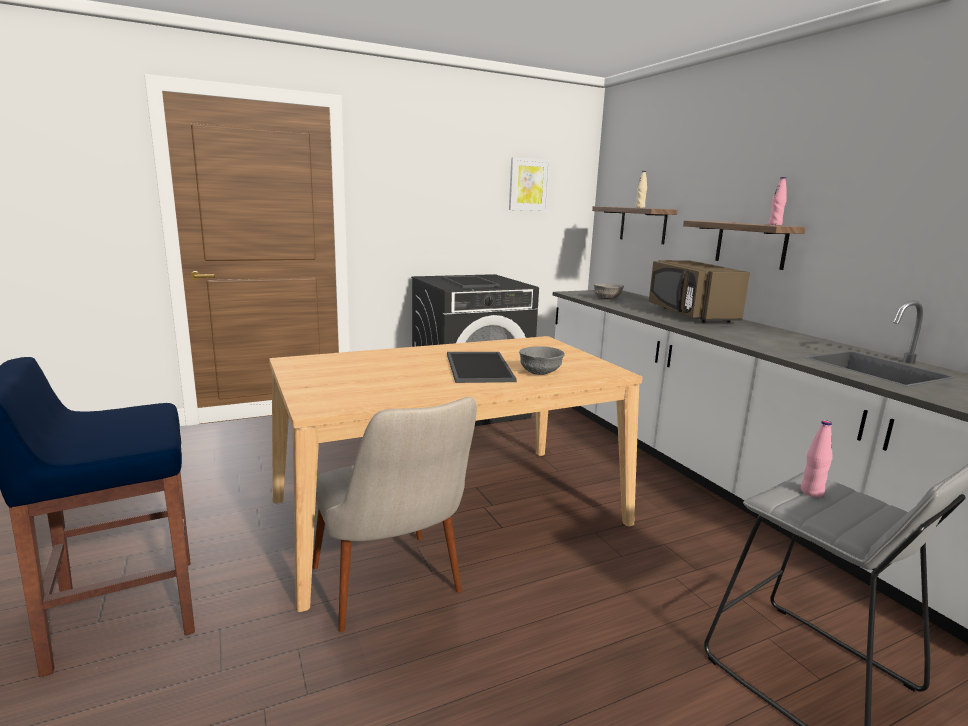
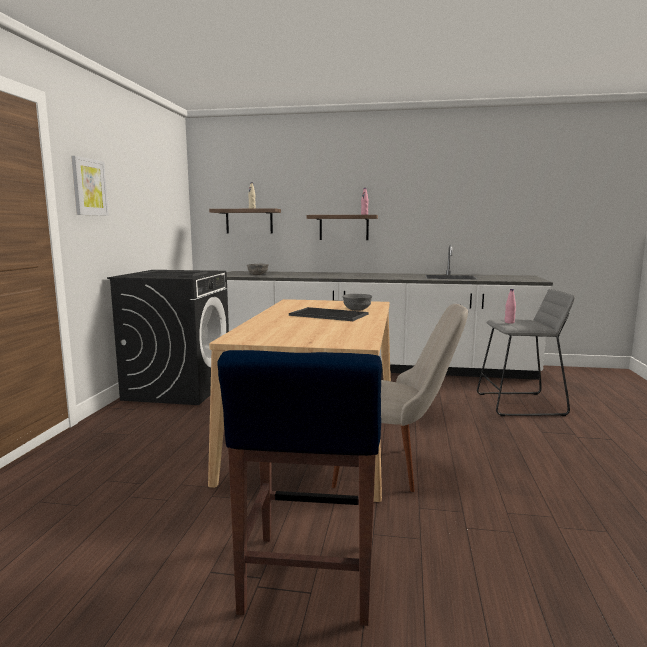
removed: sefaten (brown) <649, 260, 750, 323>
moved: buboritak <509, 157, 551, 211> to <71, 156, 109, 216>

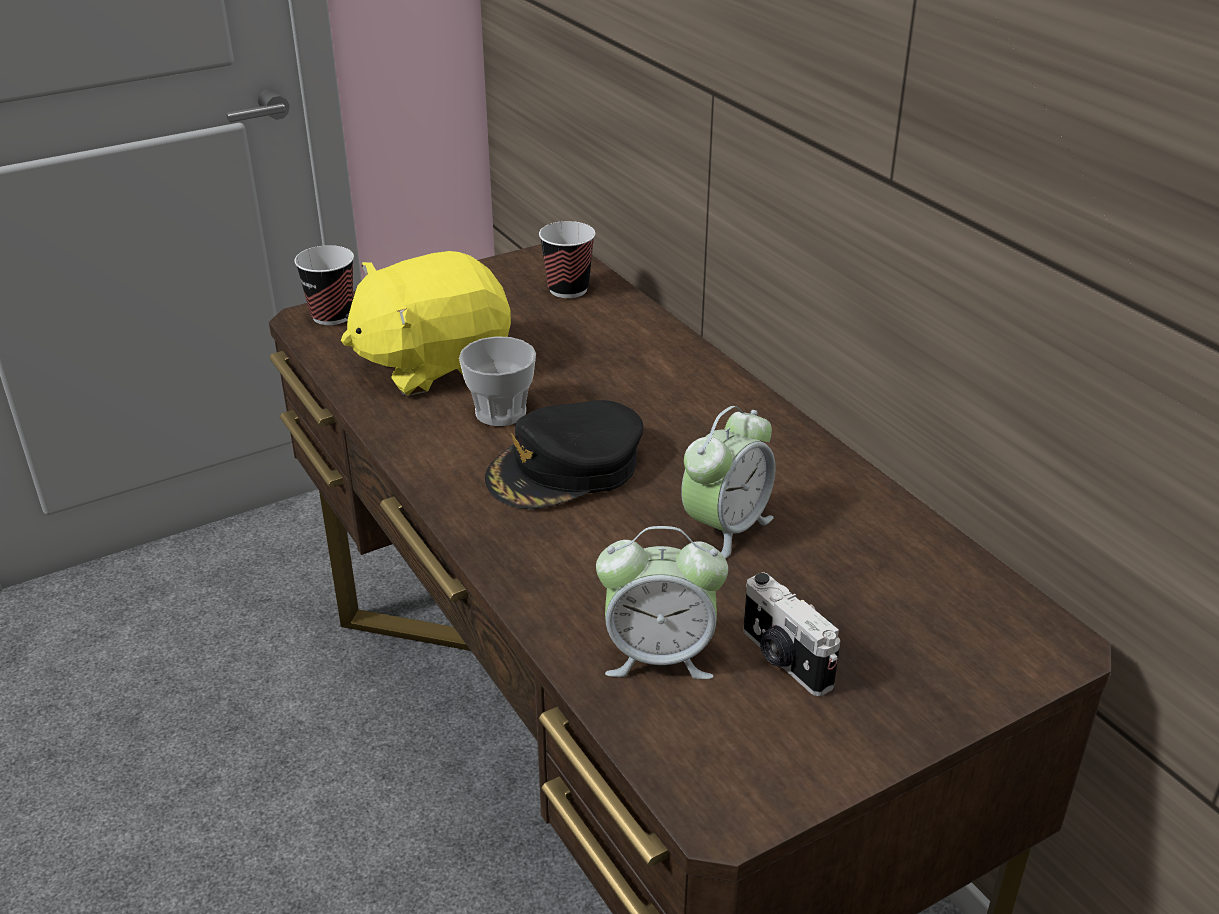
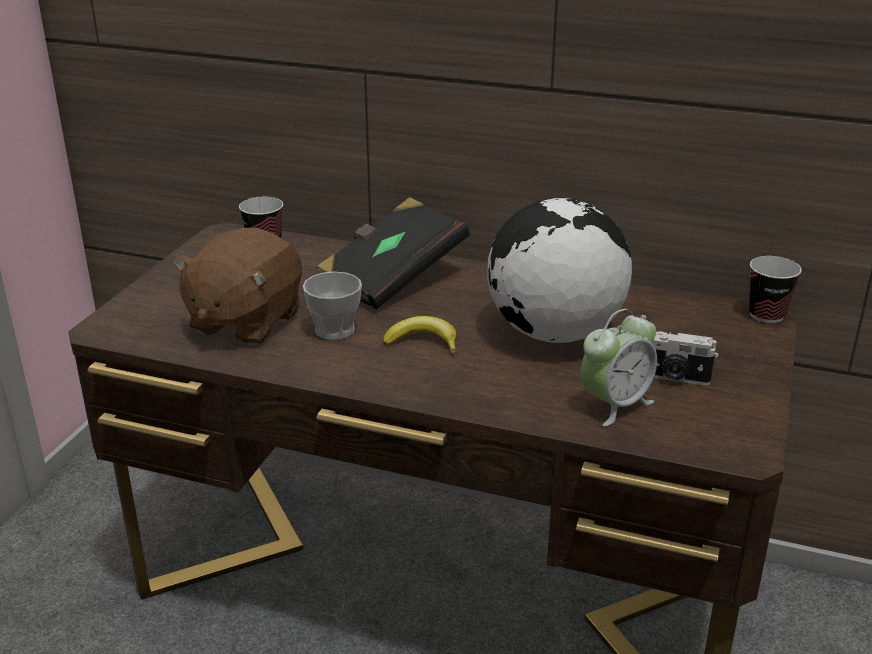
added: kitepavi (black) <316, 197, 470, 309>
moved: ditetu <294, 245, 354, 325> to <749, 256, 802, 323>
replaced: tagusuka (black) <485, 400, 643, 509> to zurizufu <383, 316, 456, 354>; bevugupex <681, 406, 775, 559> to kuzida <487, 198, 632, 343>
recoloured: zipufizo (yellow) <341, 251, 511, 396> to zipufizo (brown) <172, 228, 302, 346>

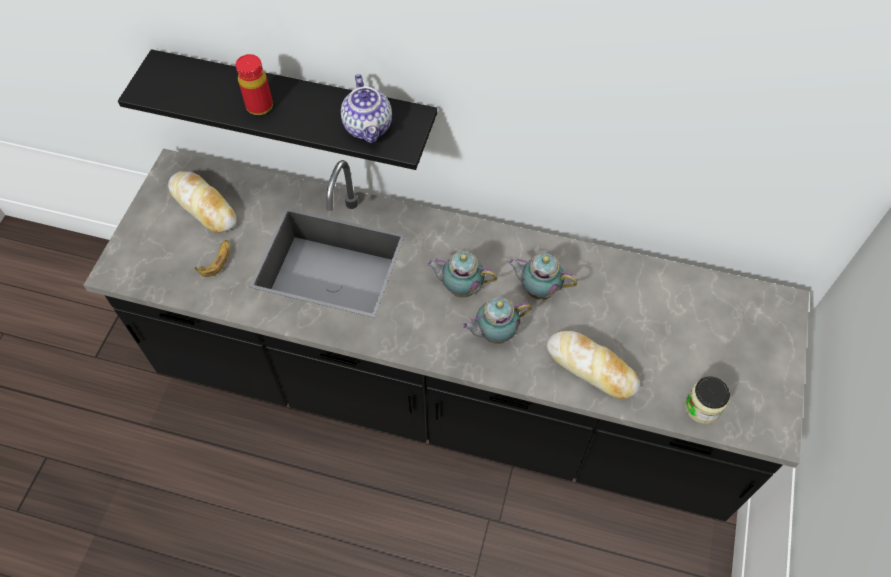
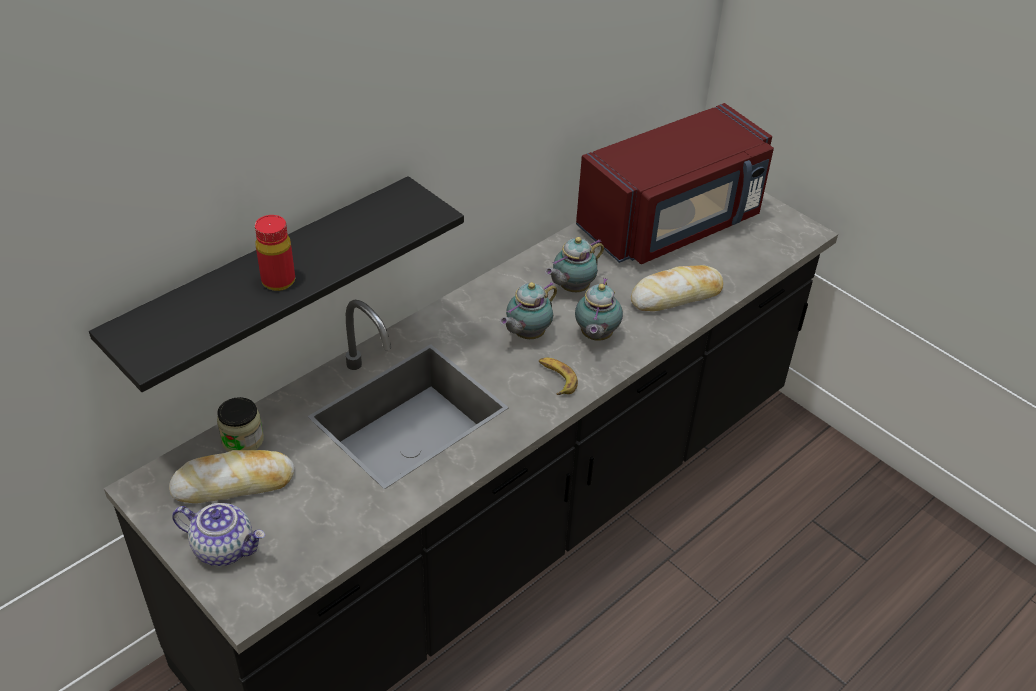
added: sefaten (red) <576, 103, 774, 264>
moved: zurizufu <195, 240, 229, 277> to <539, 358, 578, 395>; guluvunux <341, 74, 392, 143> to <172, 503, 265, 566>; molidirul <685, 376, 730, 424> to <217, 397, 264, 452>

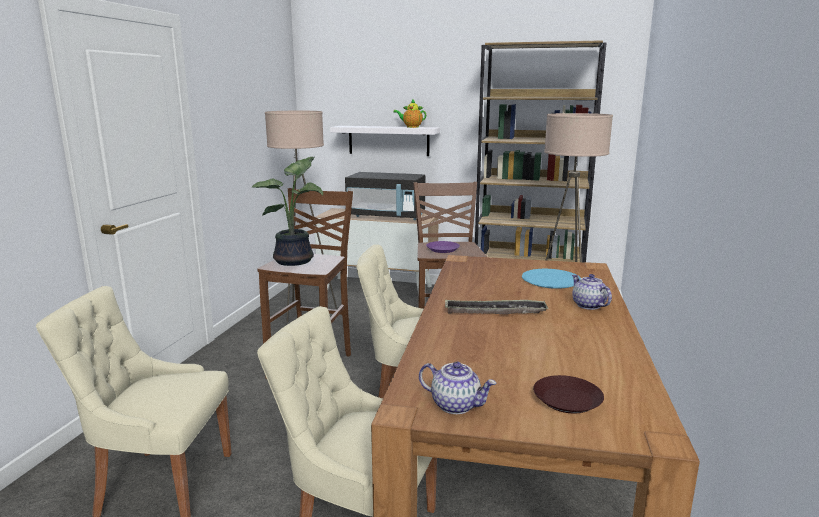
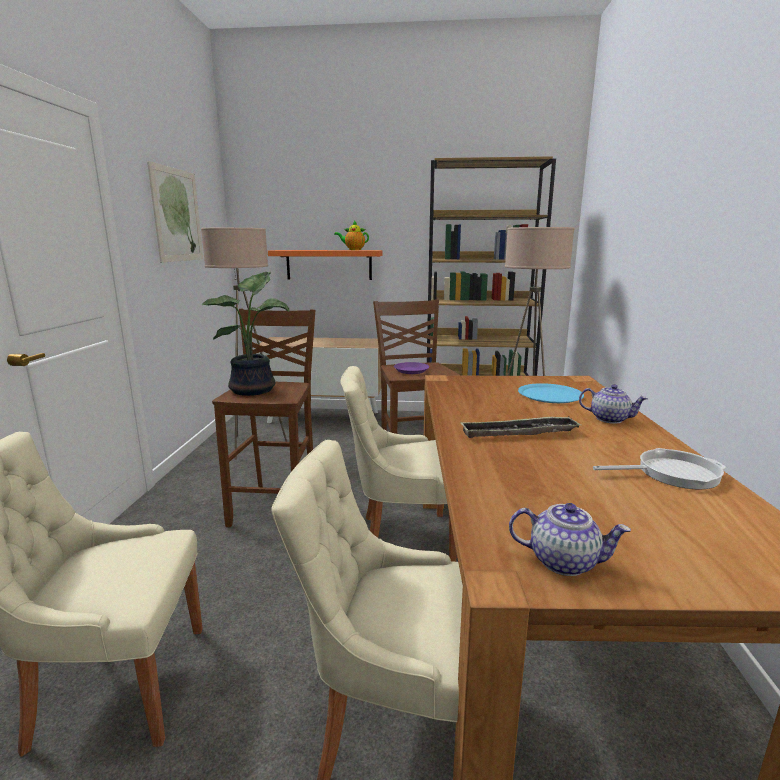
removed: sefaten (black) <345, 172, 425, 220>; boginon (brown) <533, 375, 604, 413>
added: buboritak <147, 161, 203, 263>; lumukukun <593, 448, 726, 489>
recoloured: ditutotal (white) <330, 126, 440, 156> to ditutotal (orange) <268, 250, 382, 280>
turned: guluvunux <572, 274, 612, 310> = <579, 384, 648, 424> 150 degrees clockwise

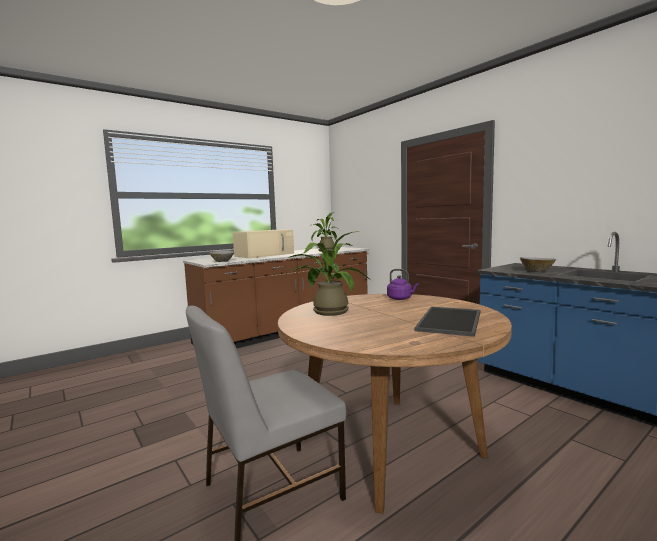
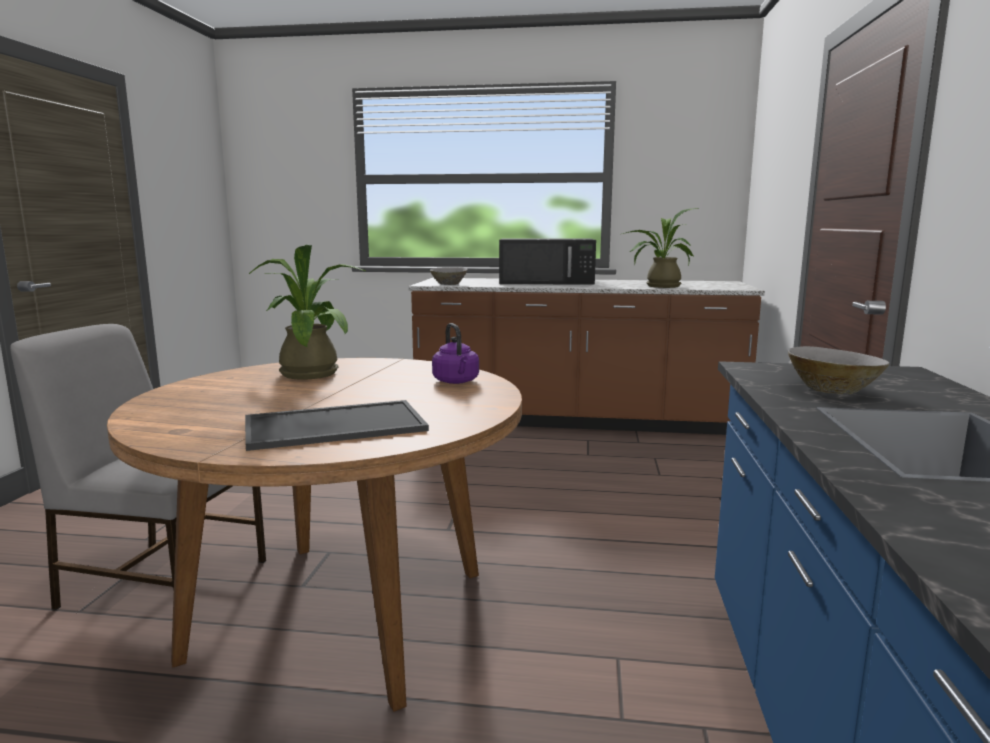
recoloured: sefaten (beige) <233, 230, 294, 258> to sefaten (black) <499, 238, 596, 285>

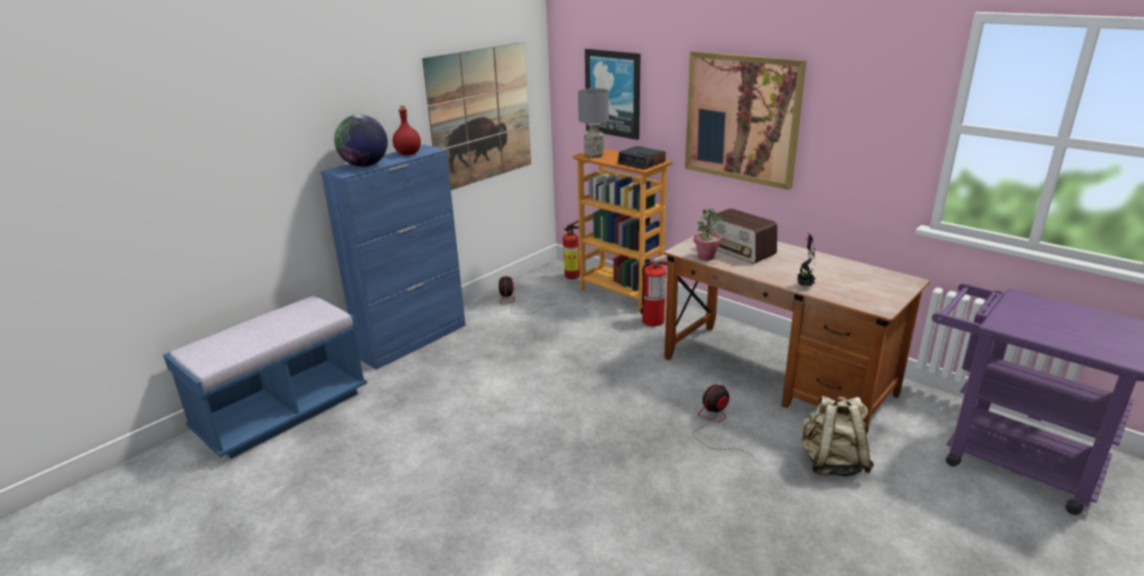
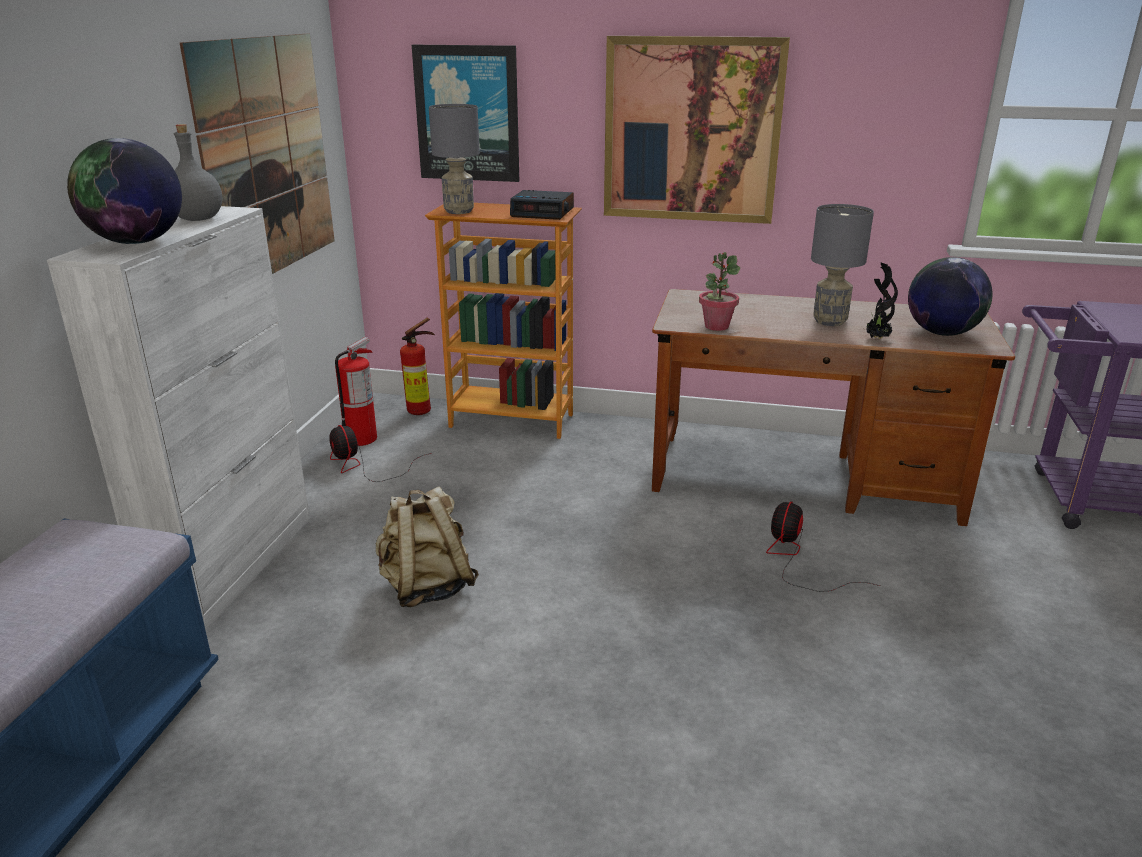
removed: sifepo <707, 208, 777, 263>
added: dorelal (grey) <811, 204, 874, 326>; kuzida <908, 257, 993, 336>
moved: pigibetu <640, 255, 668, 326> to <335, 337, 377, 446>; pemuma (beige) <801, 396, 874, 477> to <376, 486, 479, 608>
recoloured: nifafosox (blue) <321, 144, 466, 370> to nifafosox (white) <47, 206, 310, 630>; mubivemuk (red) <393, 105, 421, 155> to mubivemuk (grey) <174, 124, 222, 221>

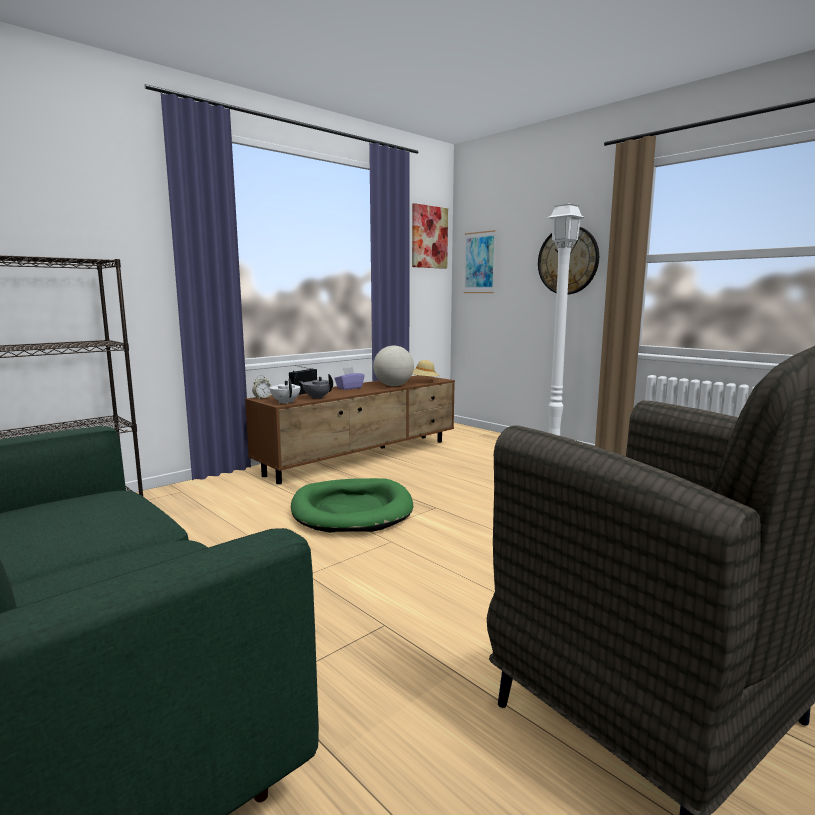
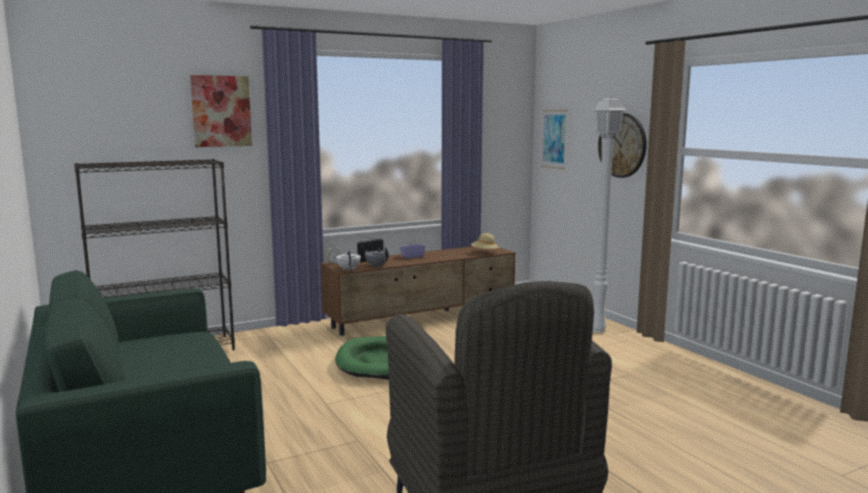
removed: kuzida <373, 345, 414, 386>
moved: buboritak <412, 203, 448, 269> to <190, 75, 252, 147>

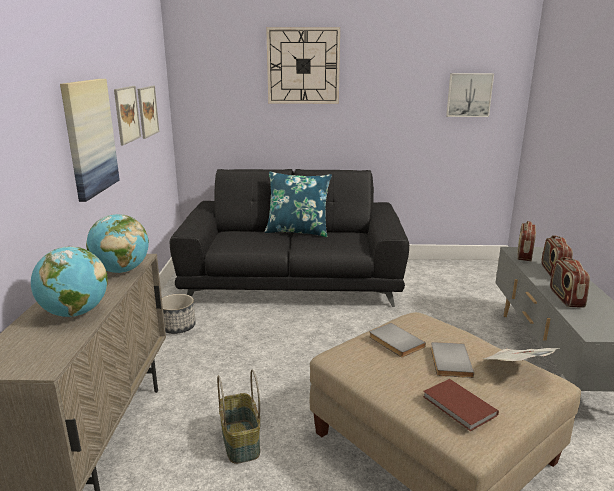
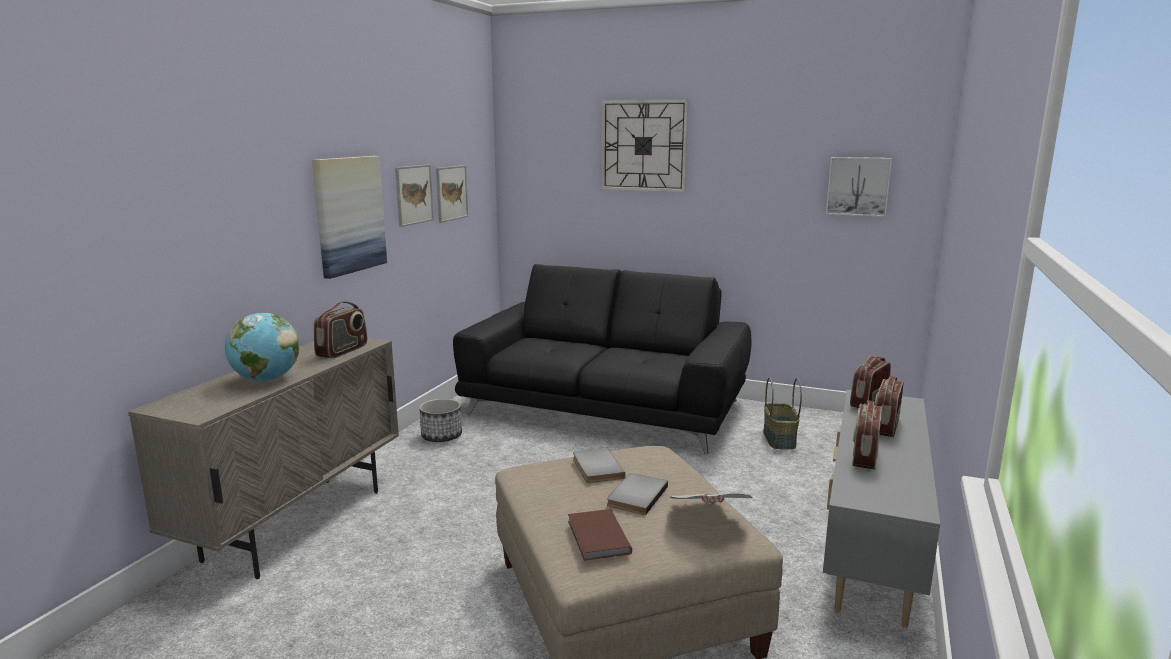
removed: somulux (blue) <265, 172, 332, 237>
moved: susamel <217, 370, 260, 464> to <764, 377, 802, 449>
replaced: kuzida <86, 214, 149, 273> to sifepo <314, 301, 367, 358>

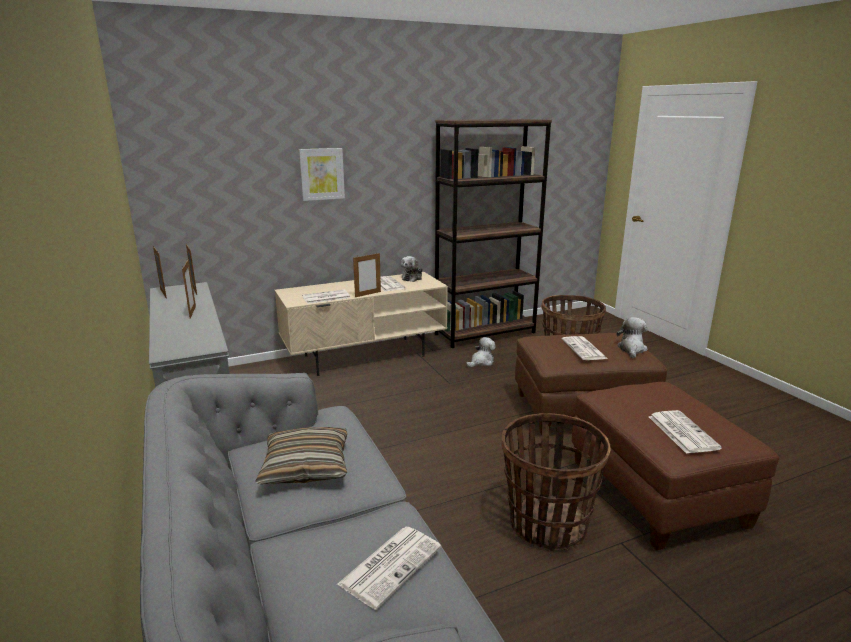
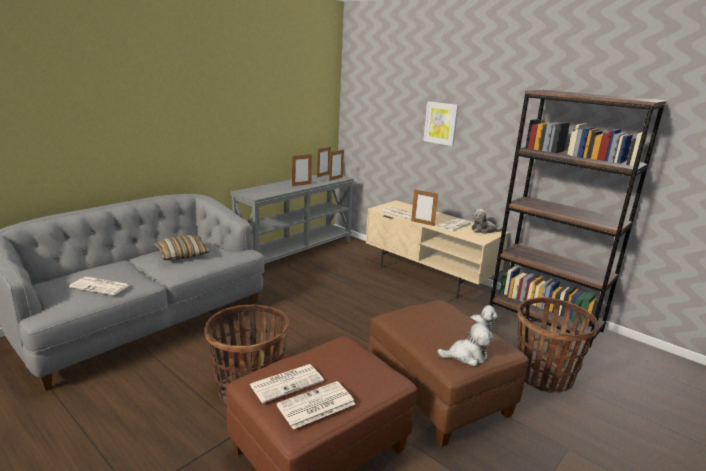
moved: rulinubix <562, 336, 608, 360> to <277, 381, 355, 429>

